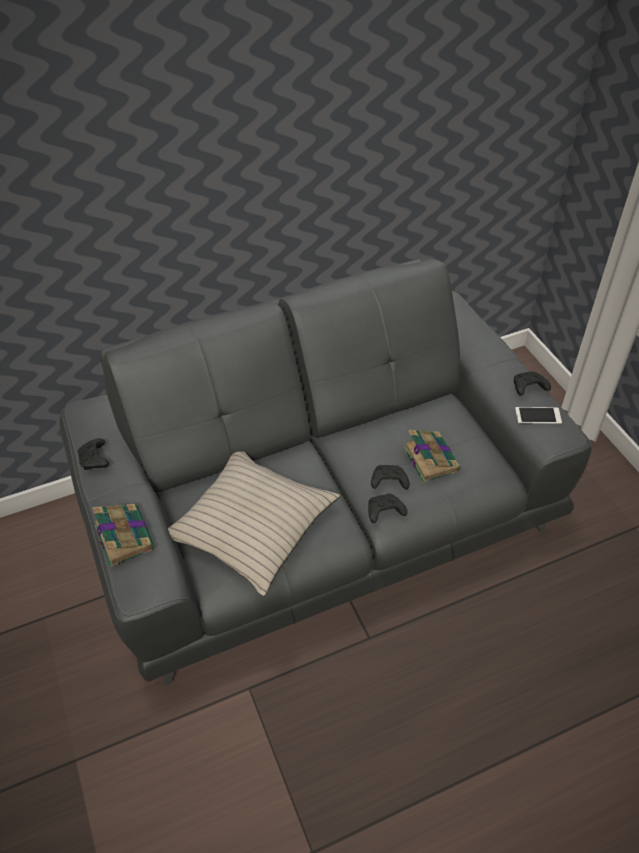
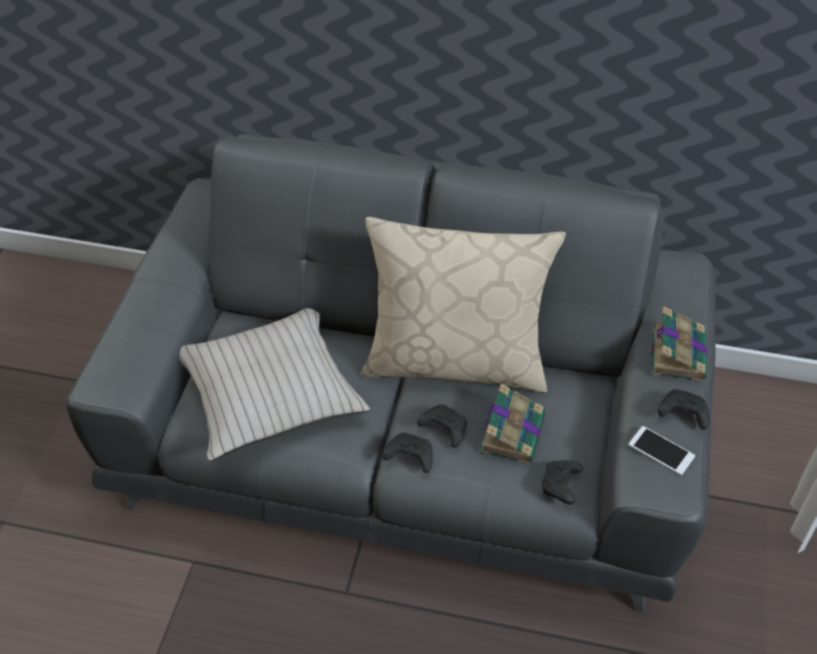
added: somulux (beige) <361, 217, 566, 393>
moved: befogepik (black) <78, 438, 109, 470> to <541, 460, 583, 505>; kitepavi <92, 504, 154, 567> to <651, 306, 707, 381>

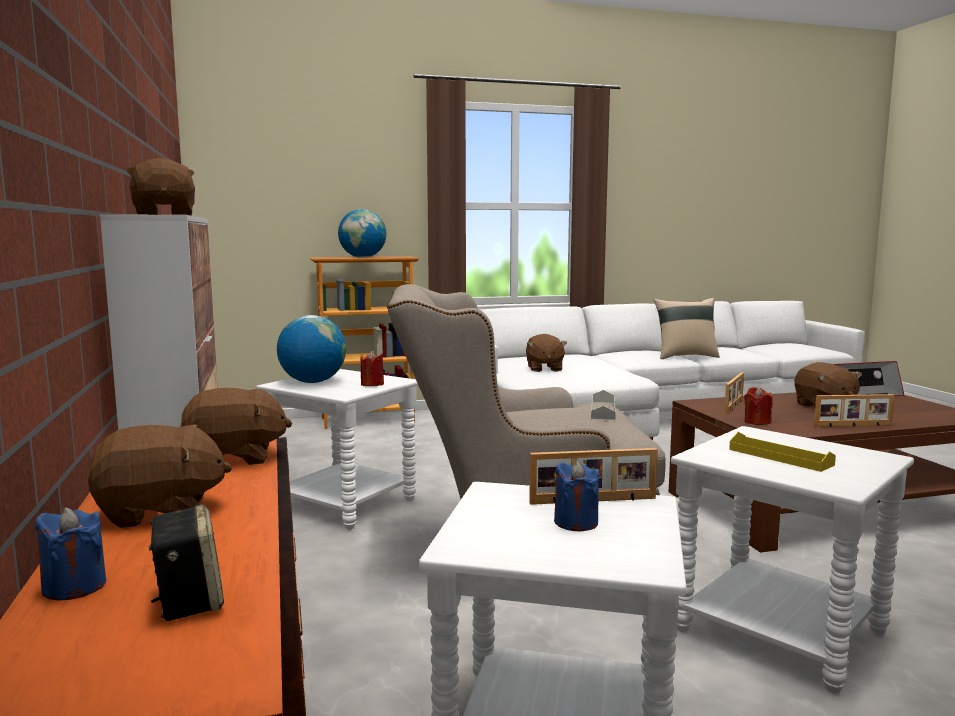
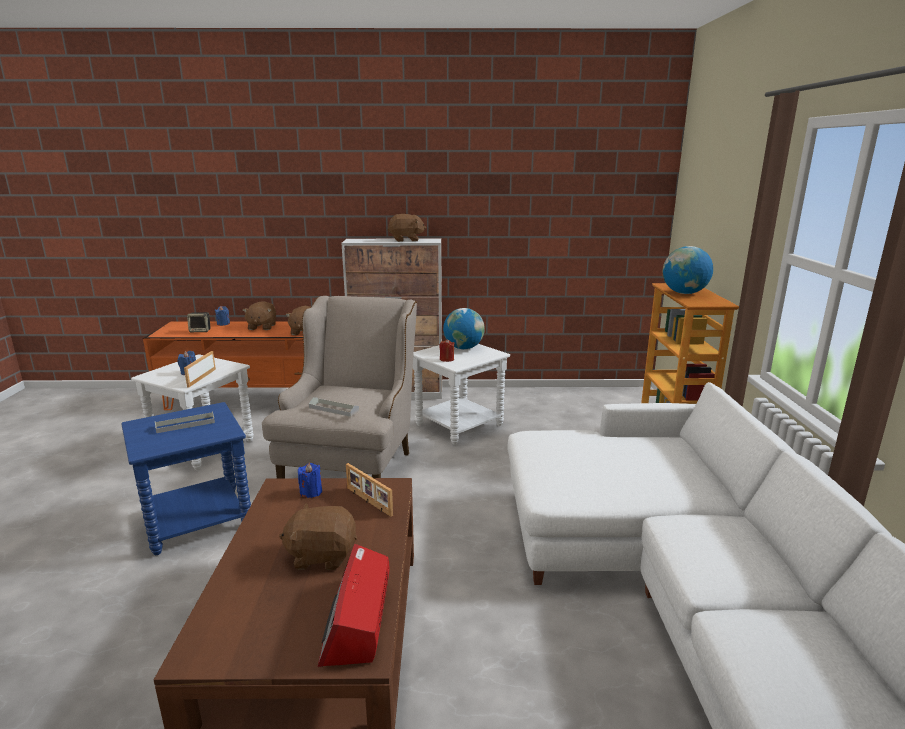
removed: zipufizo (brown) <526, 334, 567, 372>; somulux (beige) <653, 298, 720, 359>; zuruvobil <814, 394, 895, 427>
recoloured: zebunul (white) <671, 426, 914, 694> to zebunul (blue) <122, 402, 251, 555>; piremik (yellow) <729, 432, 836, 472> to piremik (grey) <155, 411, 215, 433>; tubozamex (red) <744, 387, 773, 425> to tubozamex (blue) <298, 463, 322, 498>

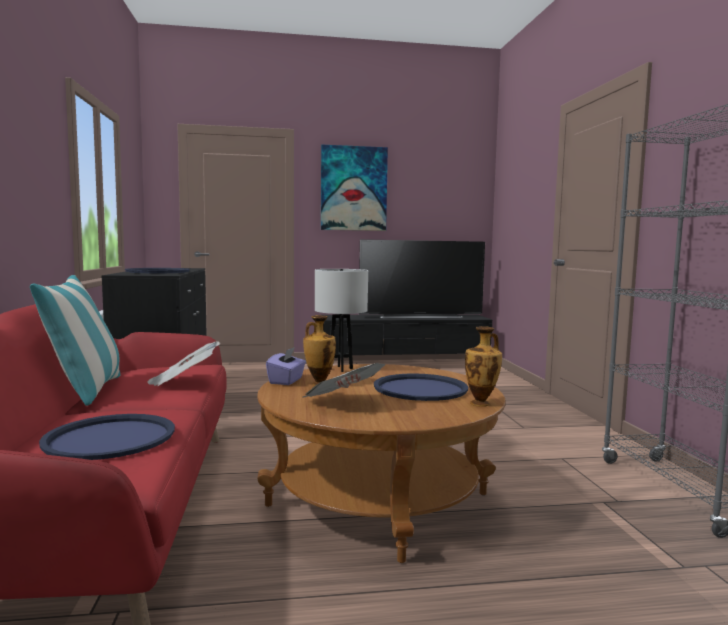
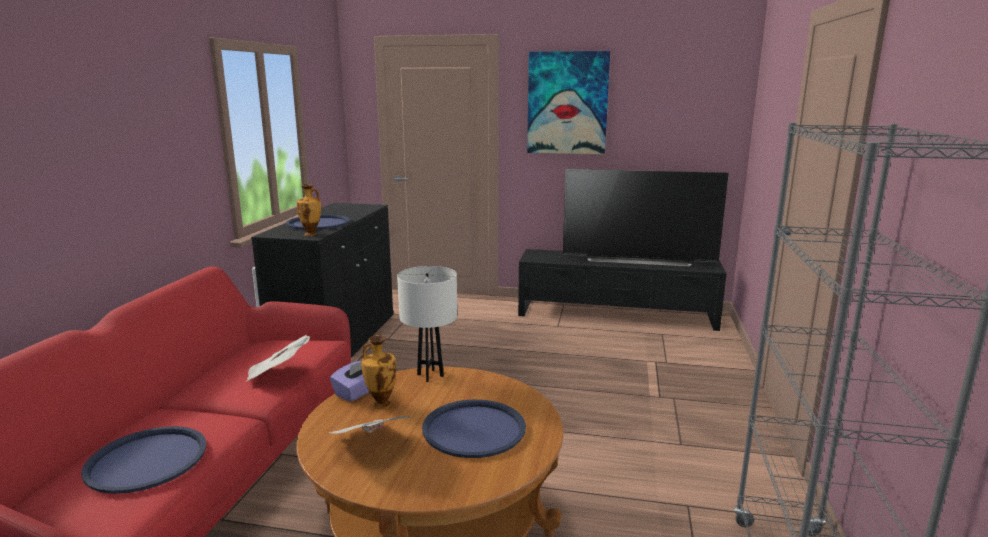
removed: somulux <30, 275, 120, 406>
moved: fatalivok <465, 326, 502, 407> to <297, 184, 321, 236>

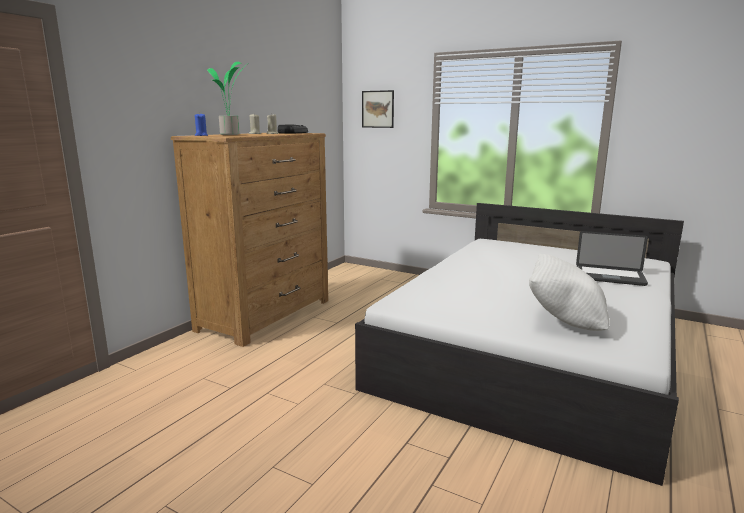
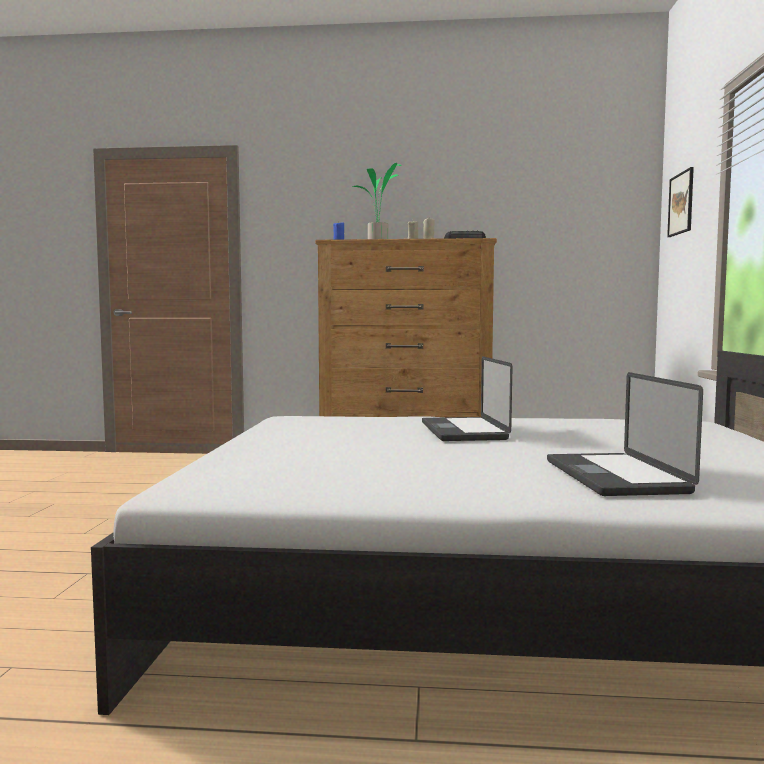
removed: somulux (white) <529, 254, 609, 331>
added: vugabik <422, 356, 512, 441>

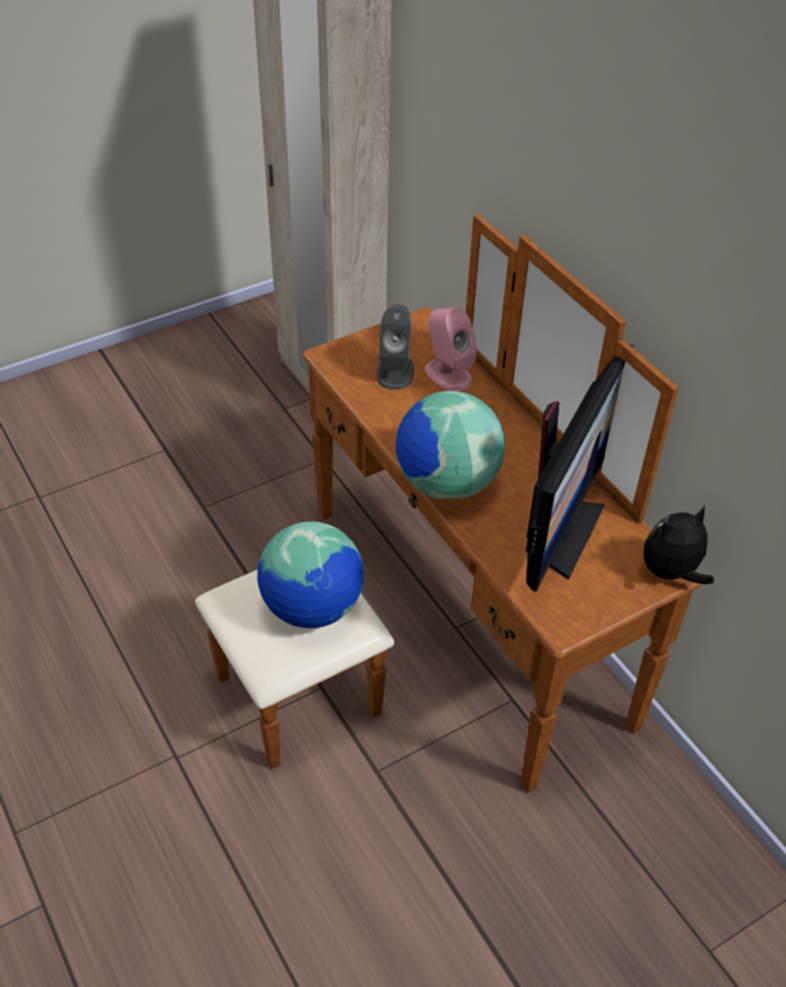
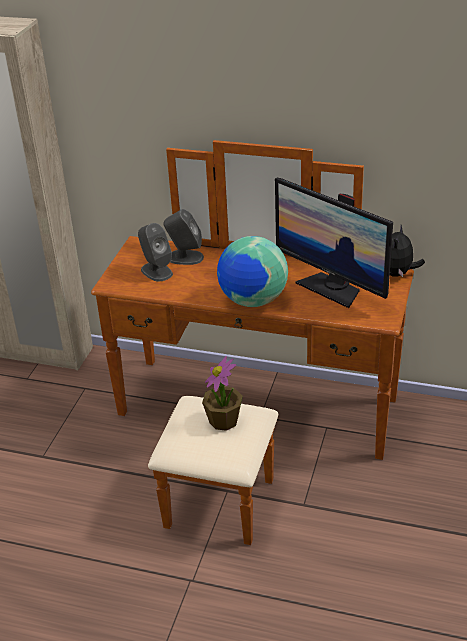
replaced: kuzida <257, 522, 364, 628> to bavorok <202, 356, 242, 431>
recoloured: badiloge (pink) <425, 308, 477, 391> to badiloge (grey) <164, 209, 204, 265>
turned: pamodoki <526, 344, 633, 592> = <275, 178, 393, 308> 150 degrees clockwise

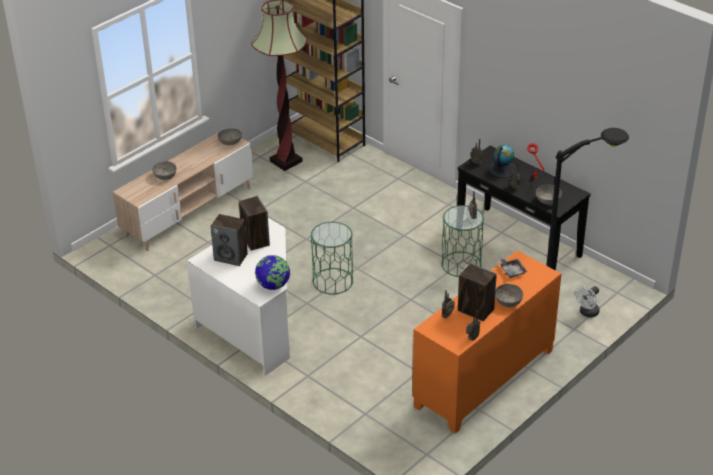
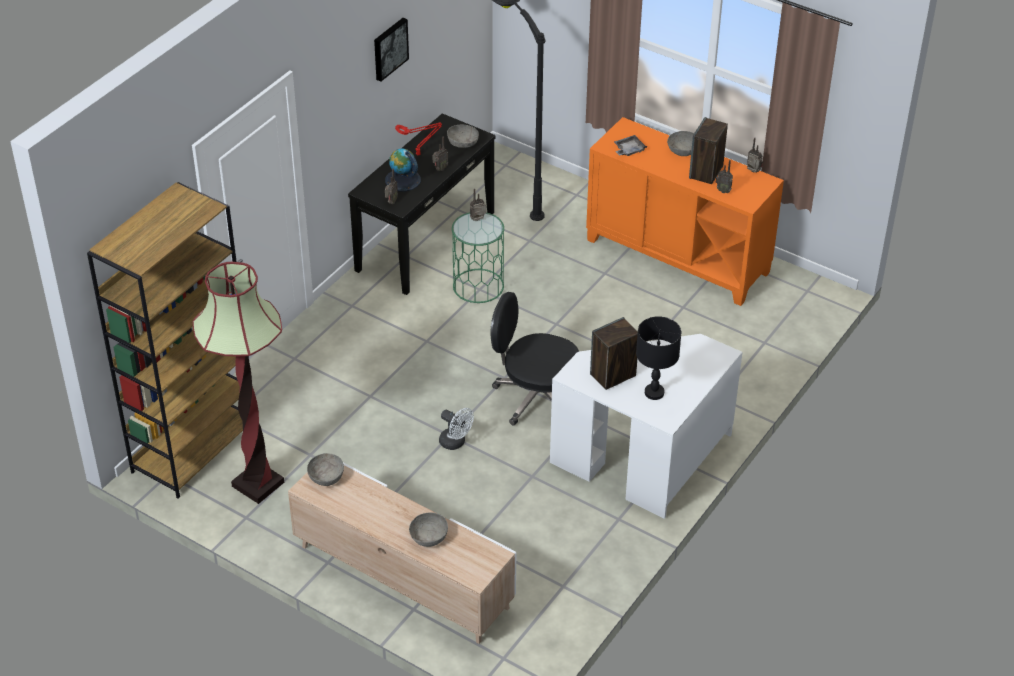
removed: kuzida <255, 255, 290, 290>
added: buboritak <374, 18, 409, 81>
moved: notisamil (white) <575, 285, 600, 318> to <439, 408, 474, 450>
replaced: badiloge <210, 214, 248, 266> to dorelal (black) <636, 316, 681, 400>; zebunul (green) <311, 222, 353, 295> to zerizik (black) <490, 292, 579, 426>

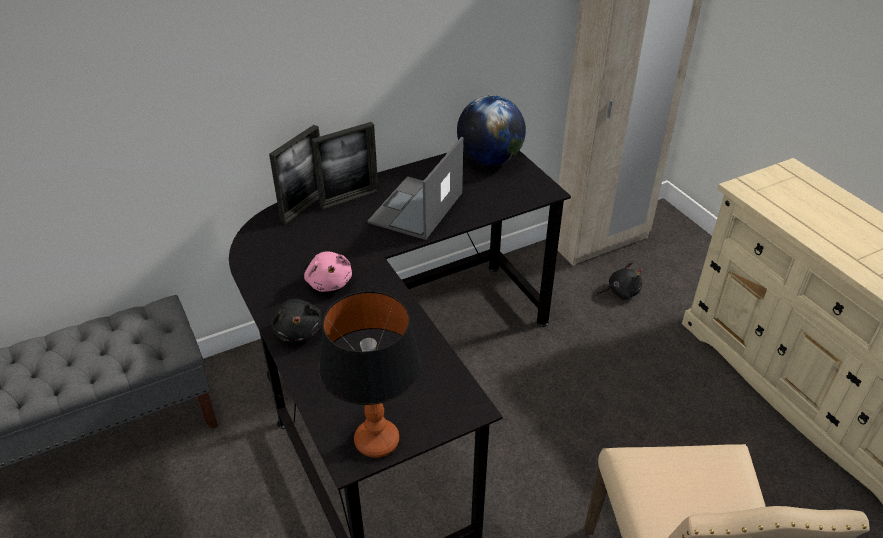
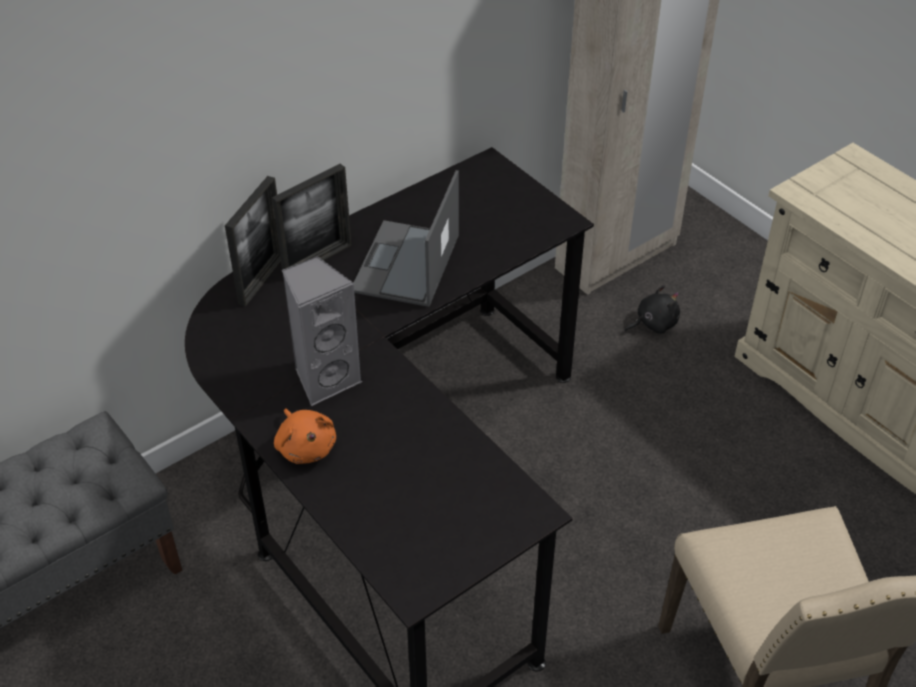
removed: dorelal <319, 291, 421, 458>; kuzida <457, 95, 526, 165>
replaced: zipufizo (pink) <304, 251, 352, 292> to badiloge (grey) <282, 255, 362, 406>
recoloured: zipufizo (black) <270, 299, 322, 342> to zipufizo (orange) <274, 408, 336, 464>

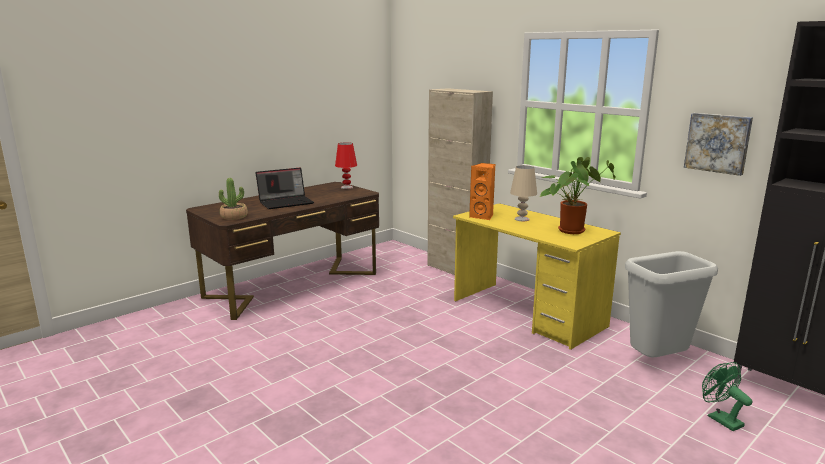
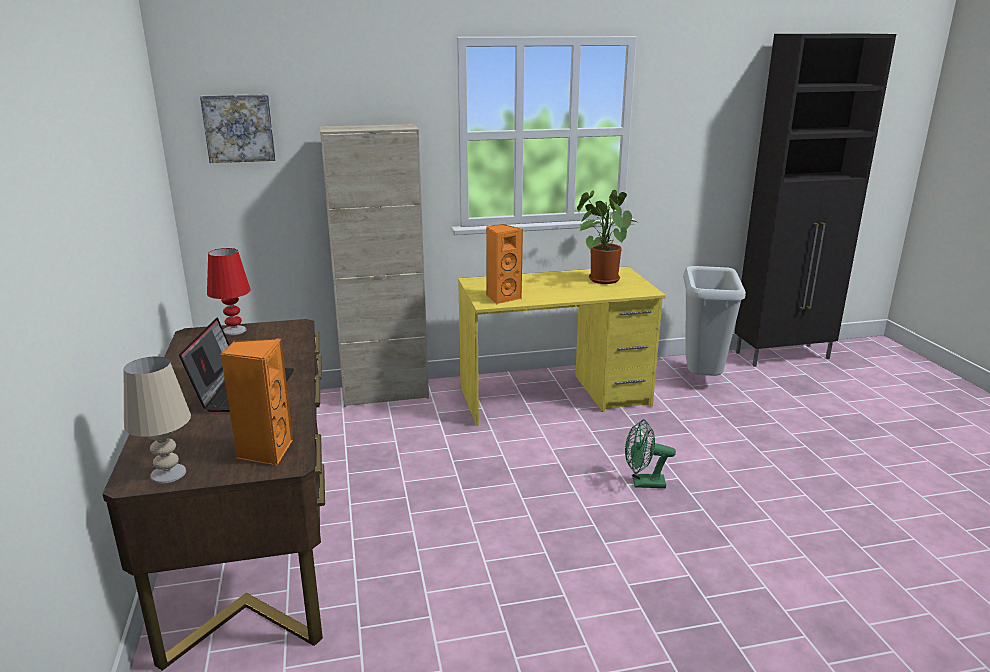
moved: dorelal (beige) <510, 165, 537, 221> to <124, 356, 191, 484>; buboritak <684, 113, 753, 176> to <200, 94, 276, 163>; notisamil (green) <702, 362, 752, 431> to <625, 419, 676, 488>
replaced: bavorok <219, 178, 248, 220> to badiloge (orange) <221, 338, 293, 466>

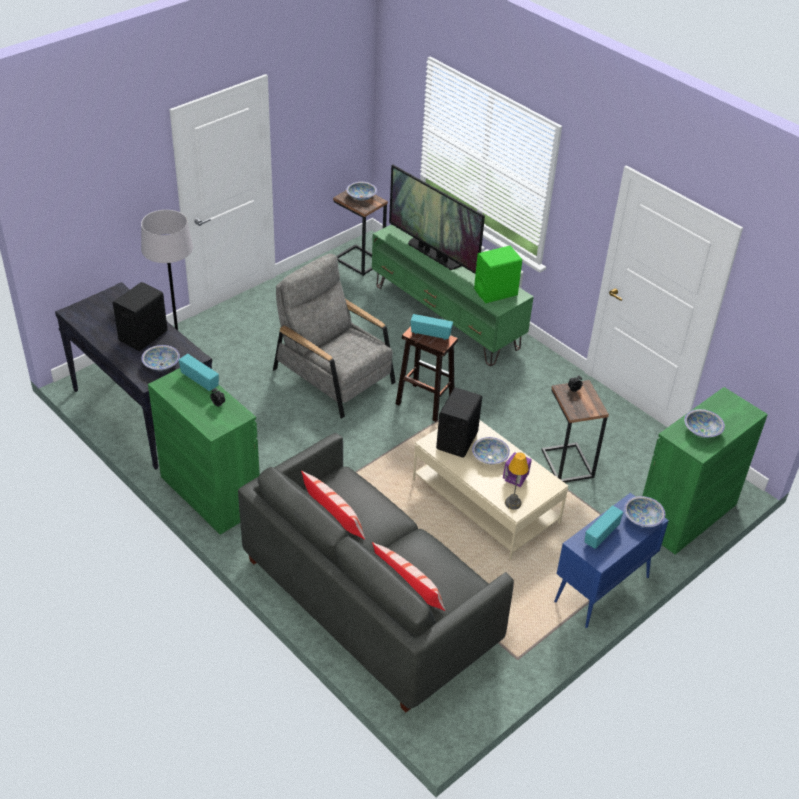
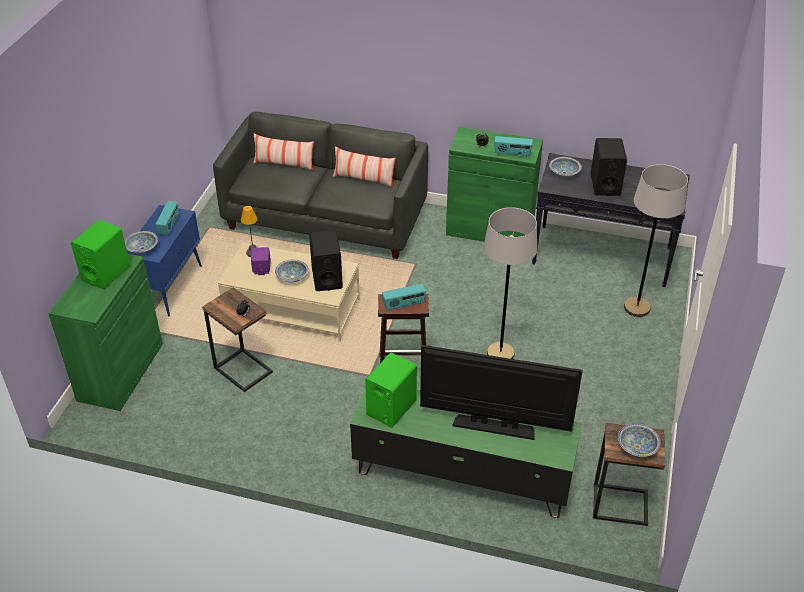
replaced: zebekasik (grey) <273, 254, 396, 419> to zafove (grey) <484, 207, 537, 359>; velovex <684, 409, 725, 438> to badiloge (green) <71, 220, 130, 290>

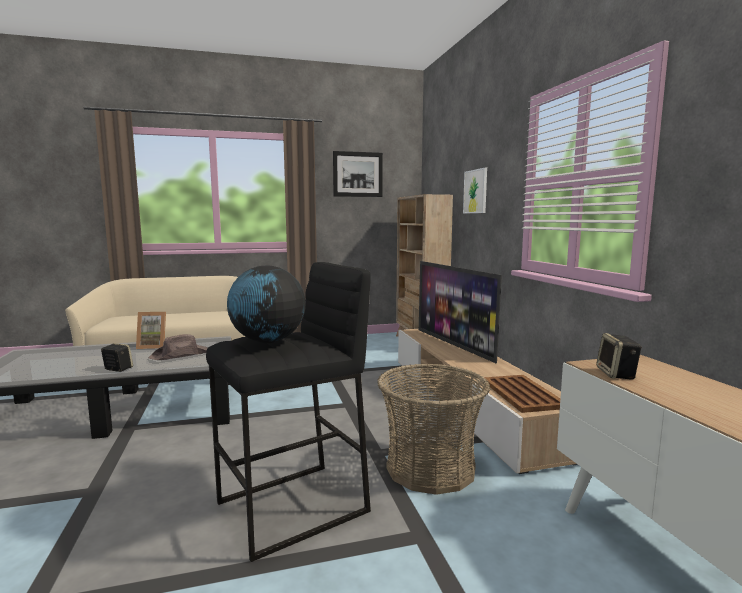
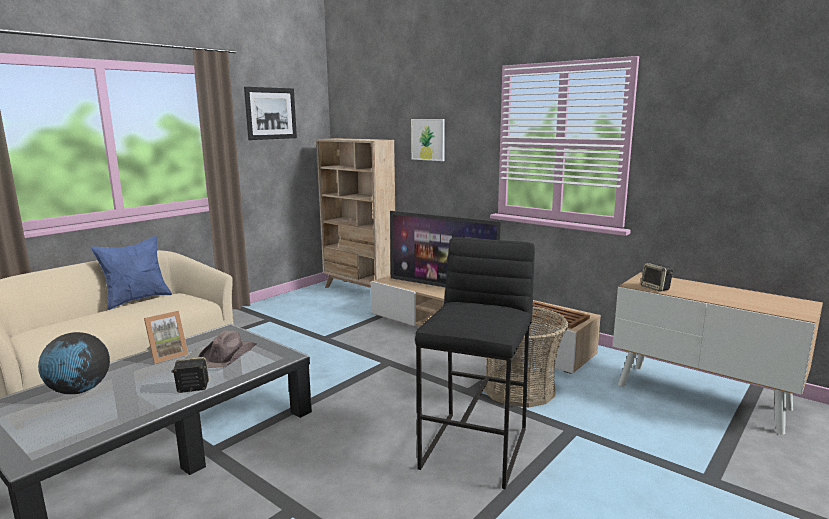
added: somulux (blue) <91, 236, 172, 310>
moved: kuzida <227, 266, 306, 343> to <38, 332, 110, 394>

